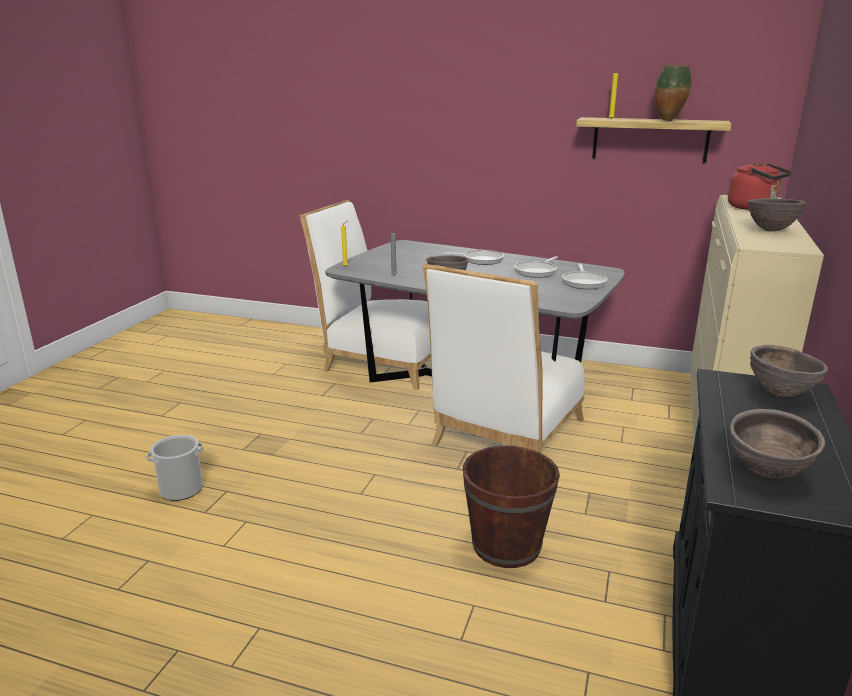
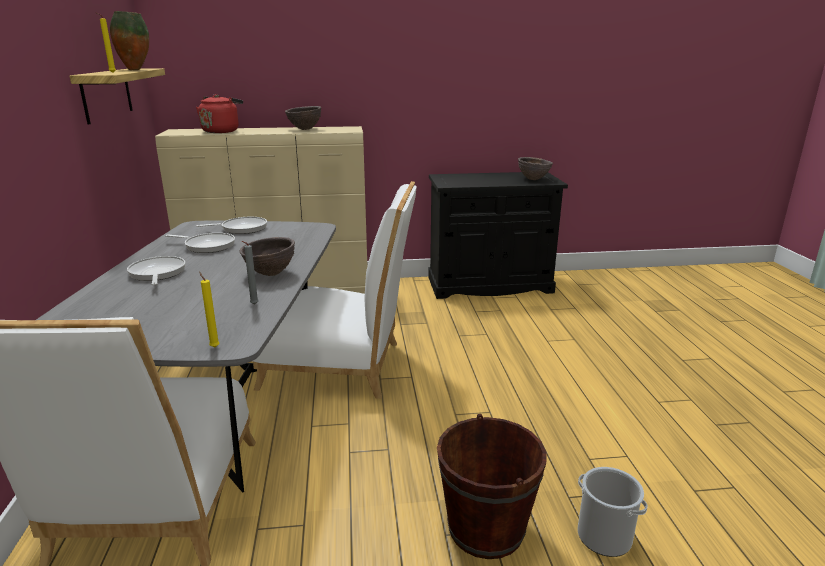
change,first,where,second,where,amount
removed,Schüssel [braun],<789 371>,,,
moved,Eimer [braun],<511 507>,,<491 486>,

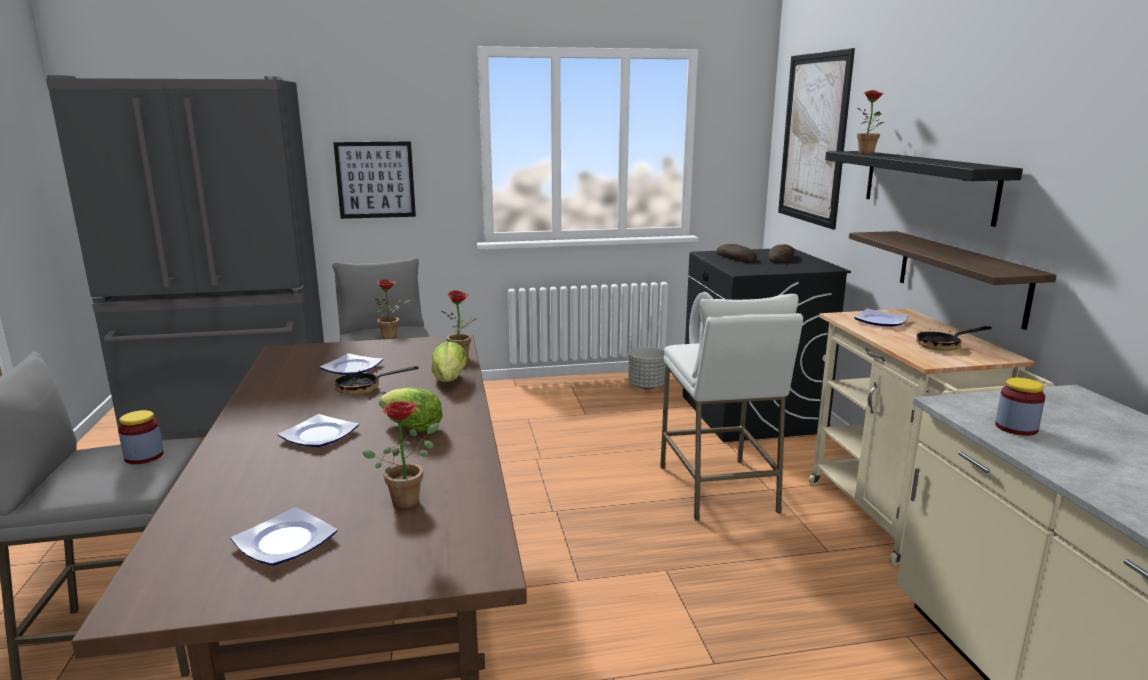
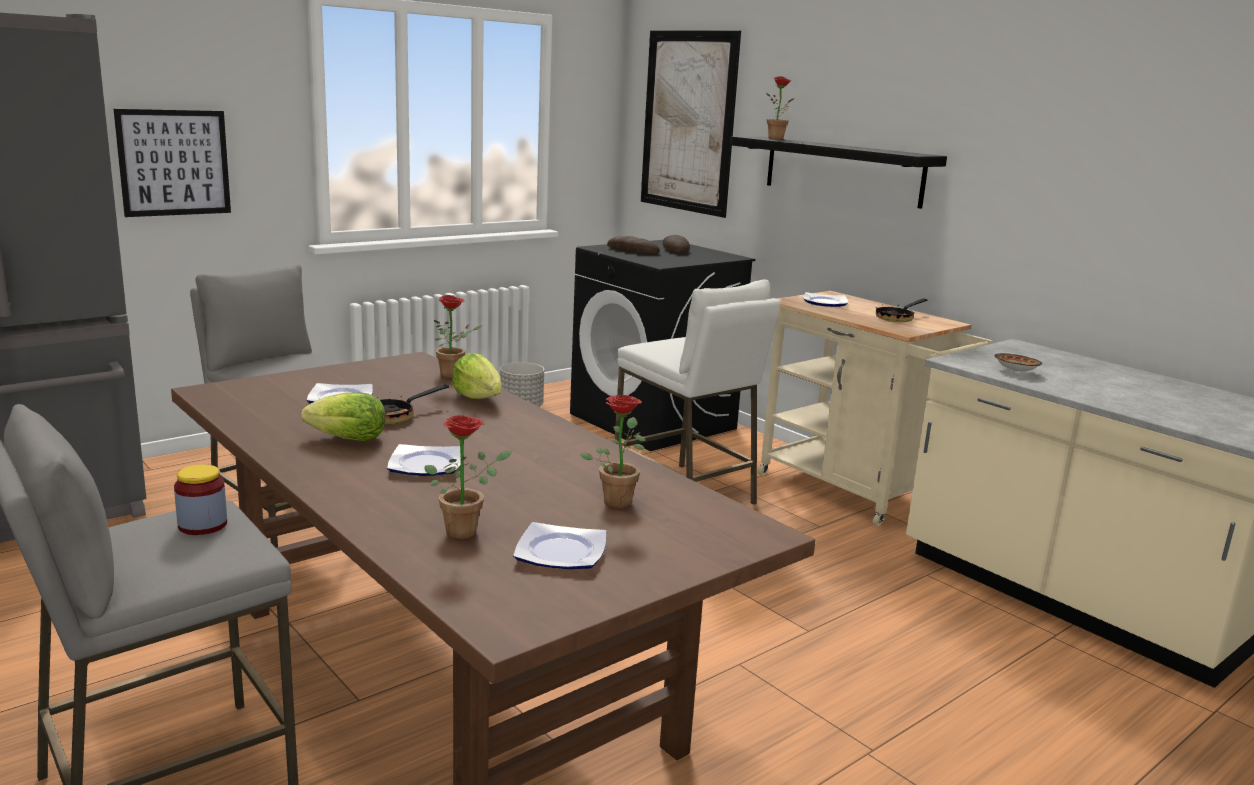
change,first,where,second,where,amount
removed,Wandregal,<953 280>,,,
moved,Topfpflanze,<392 309>,,<468 477>,
moved,Salatkopf,<411 409>,,<343 416>,
replaced,Vorratsglas,<1020 407>,Schüssel,<1018 362>,

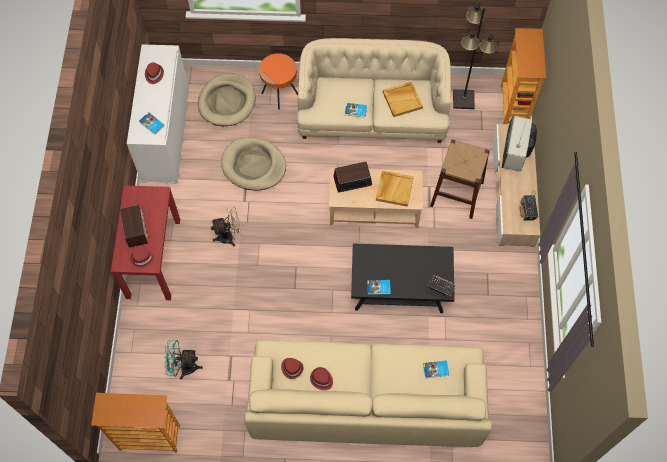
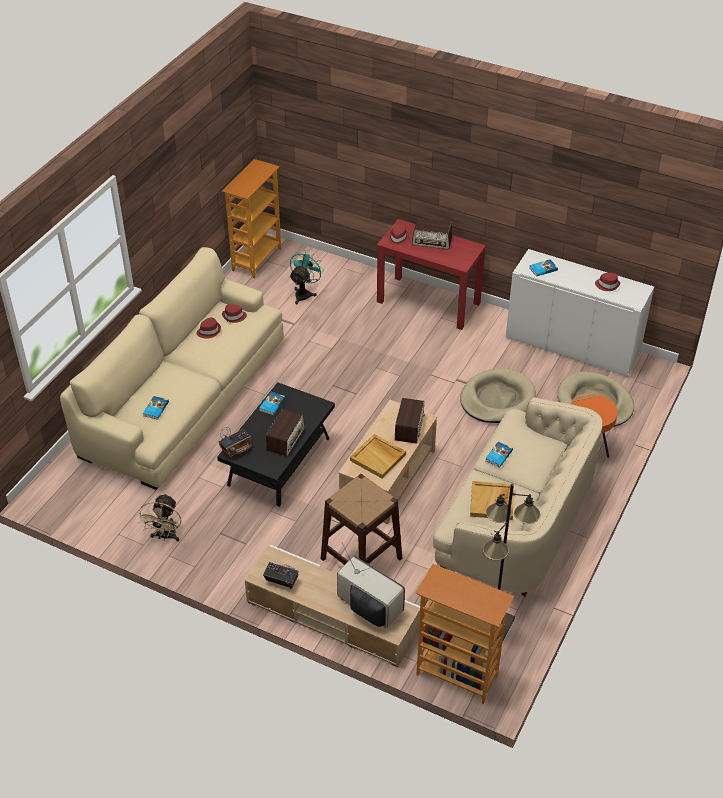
change,first,where,second,where,amount
added,,,Radio,<285 433>,
moved,Ventilator [beige],<226 226>,,<159 517>,

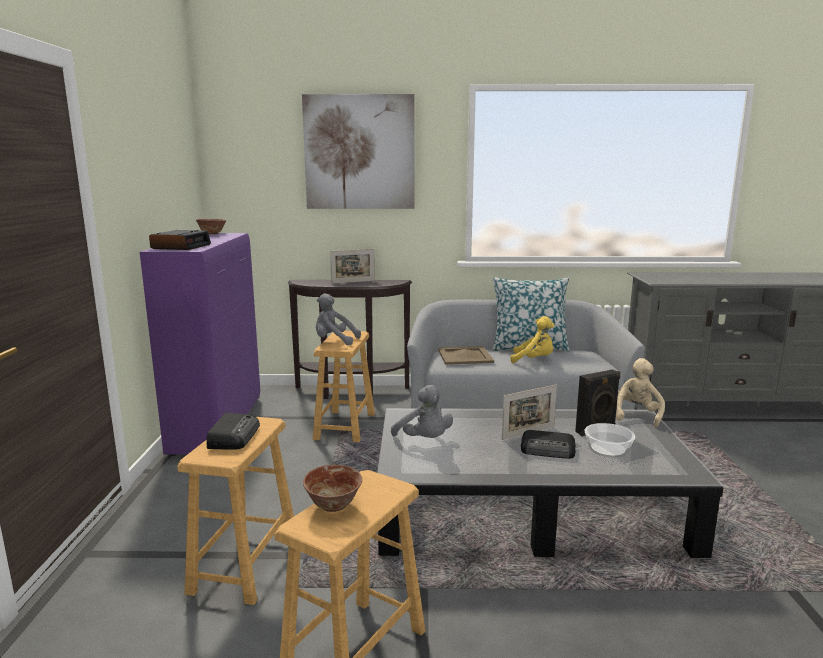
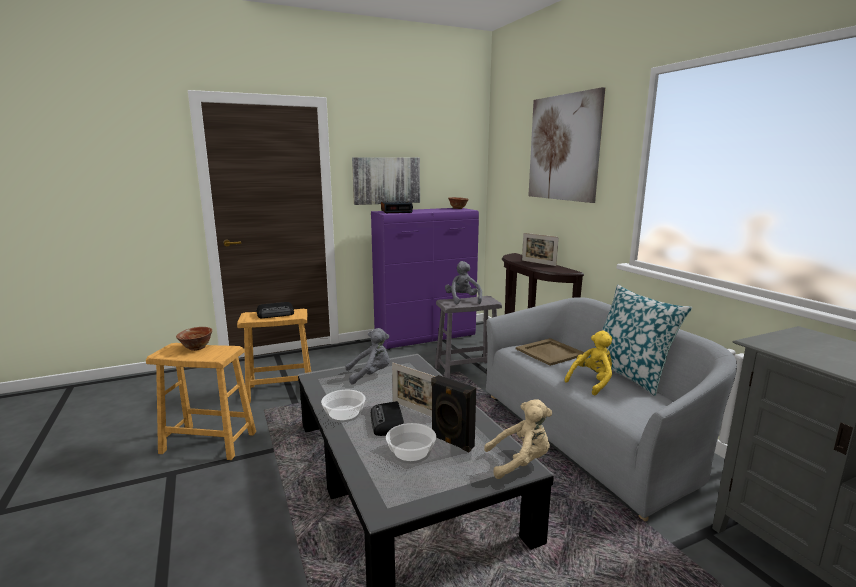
change,first,where,second,where,amount
added,,,Schüssel,<343 406>,
added,,,Bild,<386 181>,
recoloured,Hocker [braun],<344 386>,Hocker [grau],<468 337>,
turned,Plüschtier [grau],<422 411>,,<367 356>,135 degrees counterclockwise
turned,Plüschtier [gelb],<533 339>,,<588 363>,120 degrees counterclockwise

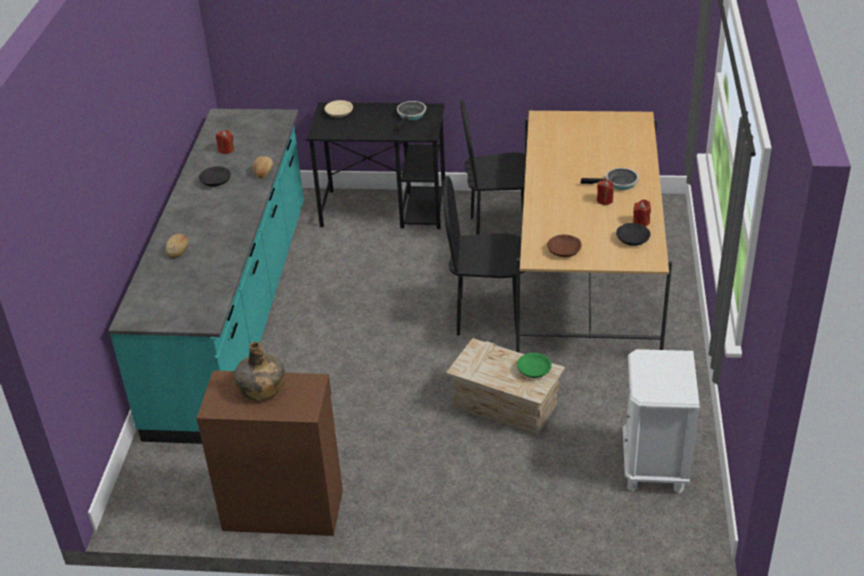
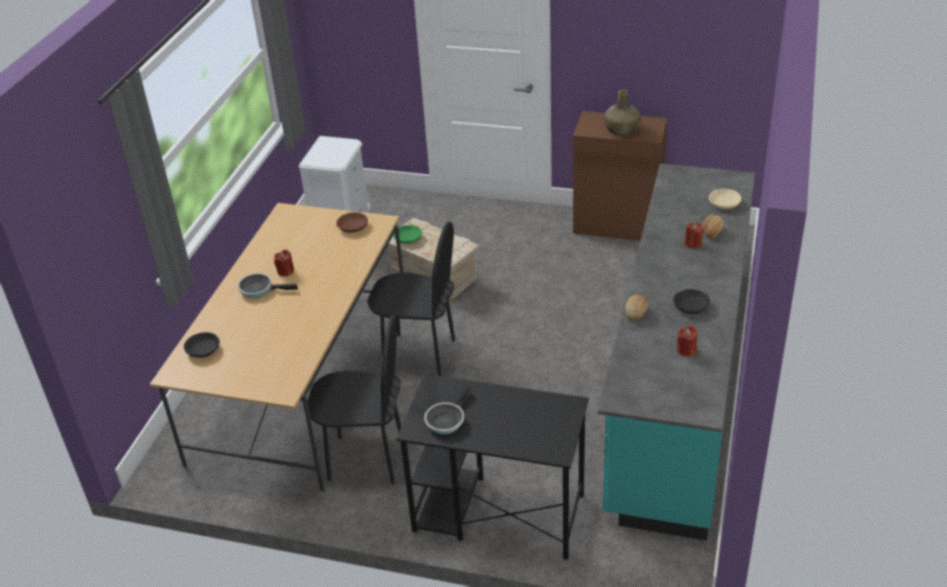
change,first,where,second,where,amount
moved,Schüssel [beige],<339 109>,,<725 199>,
moved,Schüssel [schwarz],<633 234>,,<202 345>,
moved,Kerze [rot],<642 213>,,<694 235>,

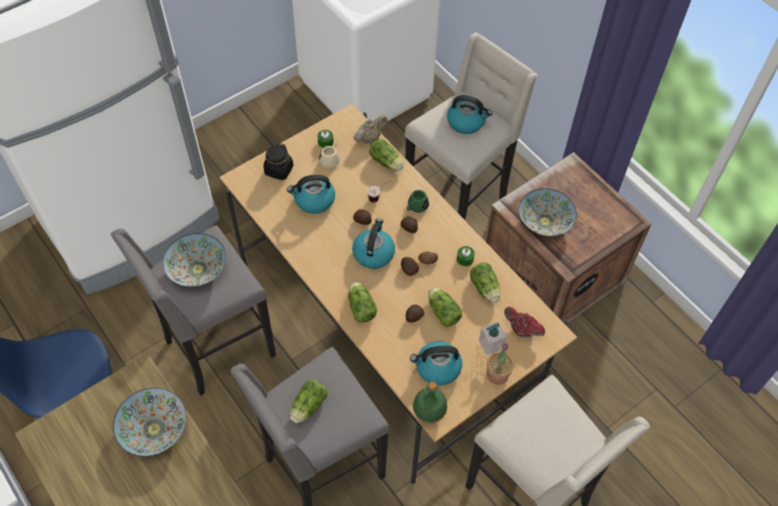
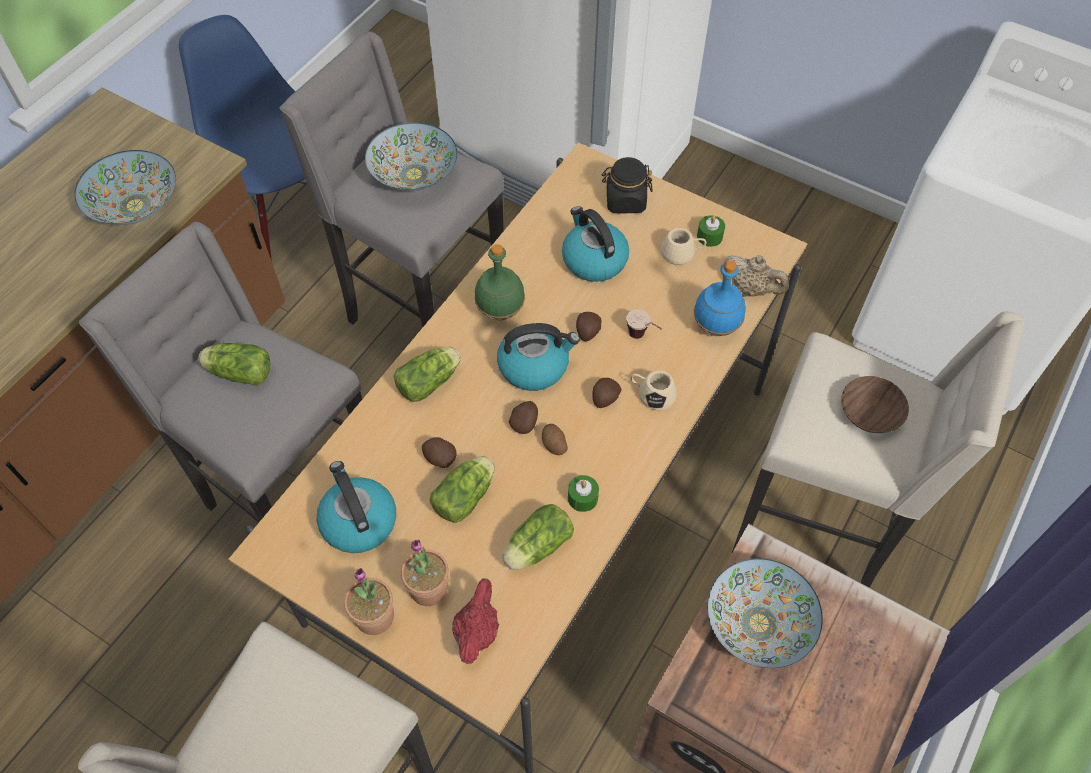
change,first,where,second,where,amount
moved,Flasche [grün],<430 402>,,<500 282>,
replaced,Salatkopf,<386 155>,Flasche [blau],<720 298>,
replaced,Wasserkessel,<470 114>,Schüssel [braun],<875 404>,
replaced,Seifenspender,<492 338>,Topfpflanze,<425 572>,
recoloured,Henkelbecher [grün],<418 201>,Henkelbecher [beige],<654 390>,

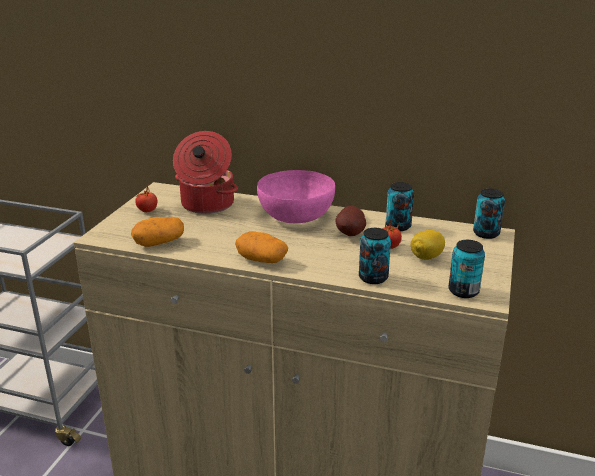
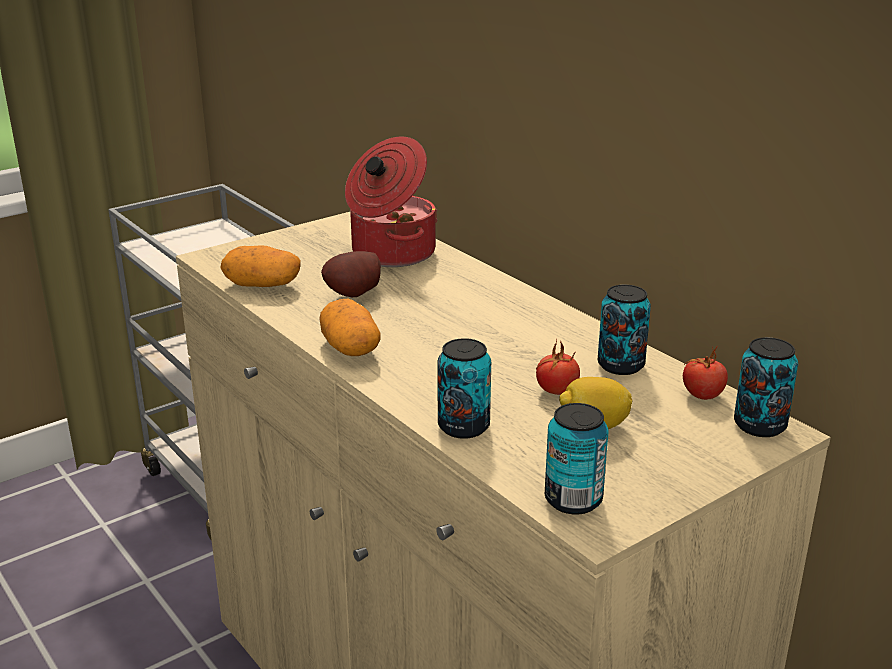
change,first,where,second,where,amount
removed,Schüssel [rosa],<296 196>,,,
moved,Tomate,<146 199>,,<705 372>,
moved,Kartoffel,<351 221>,,<351 274>,

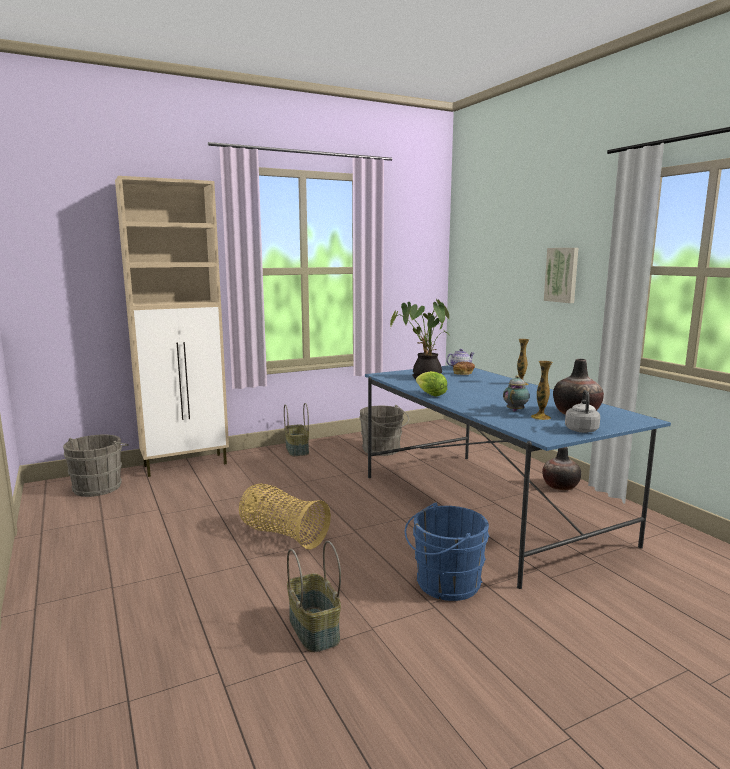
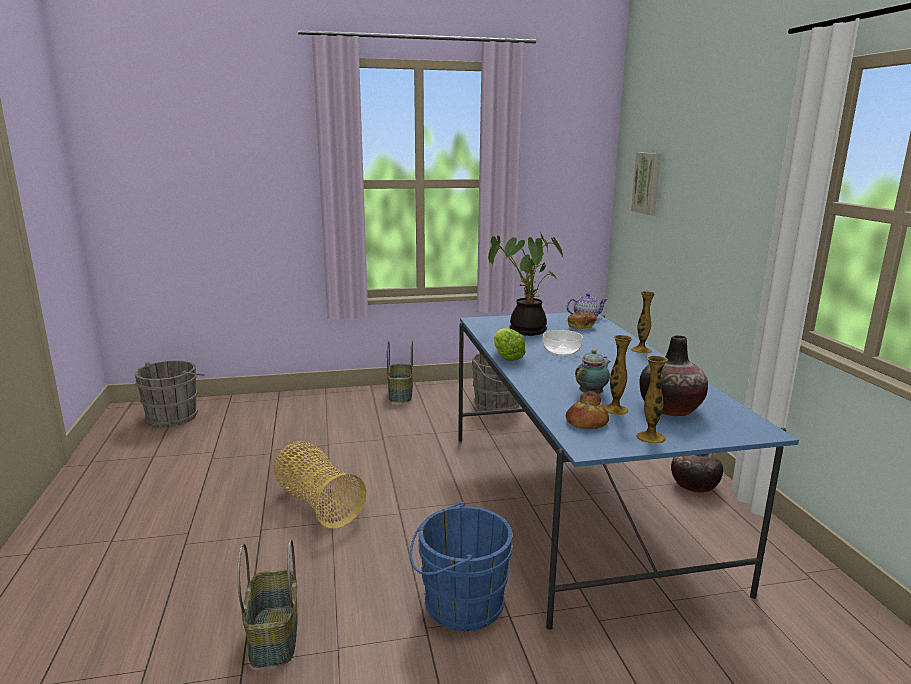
change,first,where,second,where,amount
removed,Schrank [beige],<172 326>,,,
added,,,Schüssel,<563 343>,
added,,,Brot,<587 410>,
moved,Bild,<561 275>,,<646 183>,
replaced,Wasserkessel [grau],<582 411>,Vase,<652 399>,

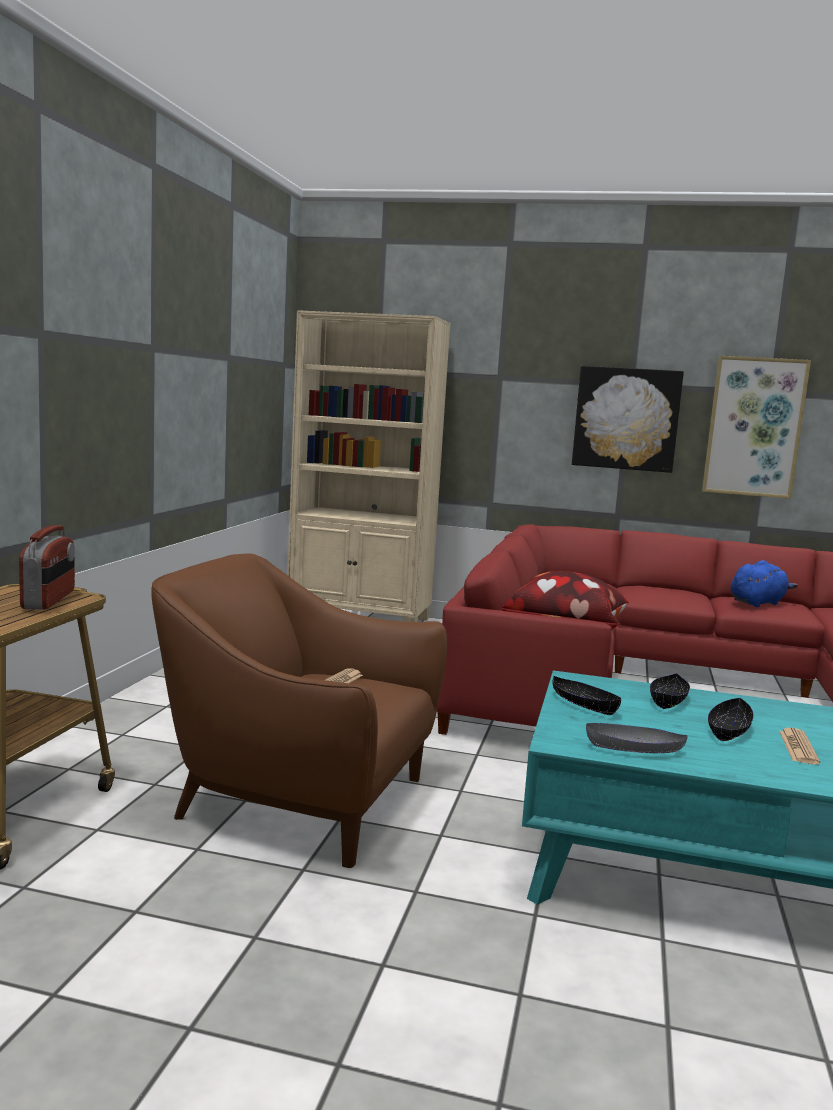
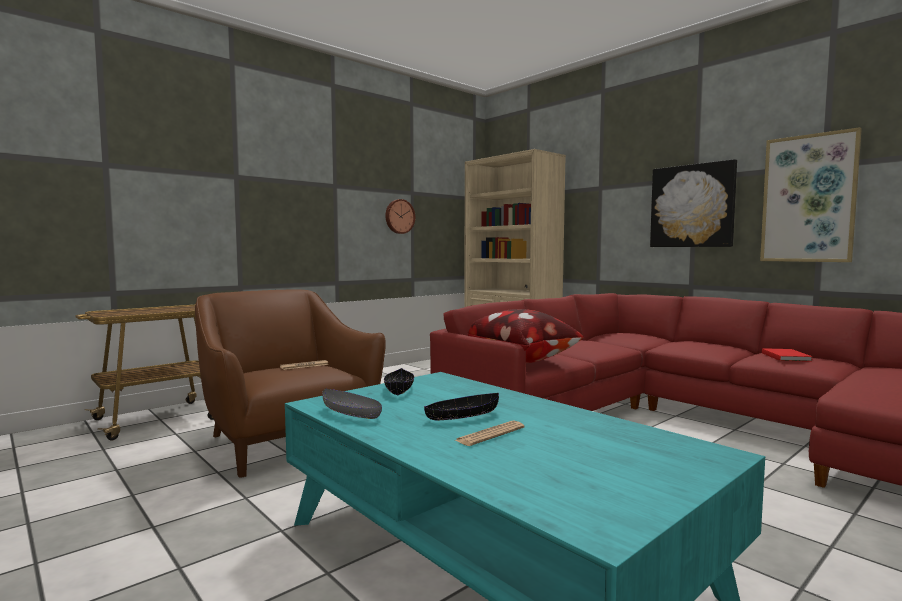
change,first,where,second,where,amount
removed,Radio,<47 567>,,,
removed,Schüssel [schwarz],<670 691>,,,
added,,,Wanduhr,<400 216>,
replaced,Plüschtier [blau],<764 583>,Buch [rot],<787 355>,

